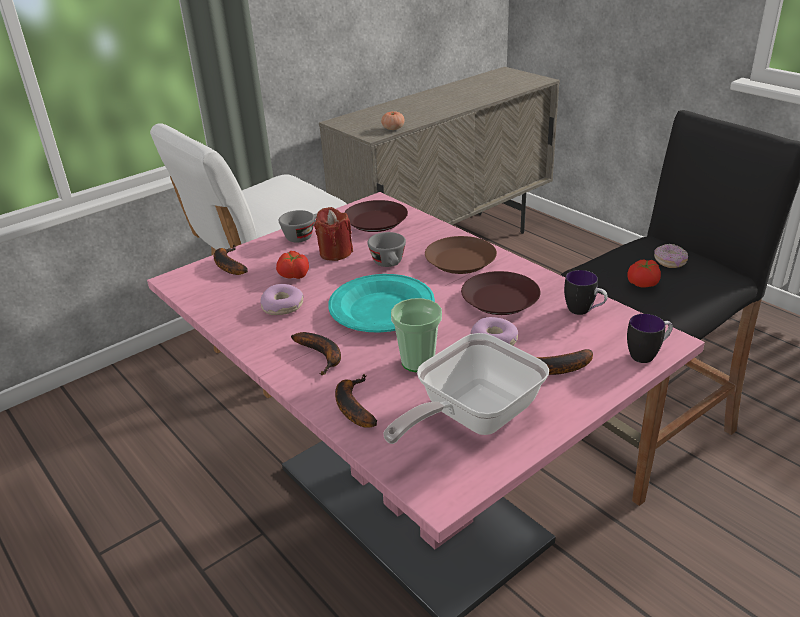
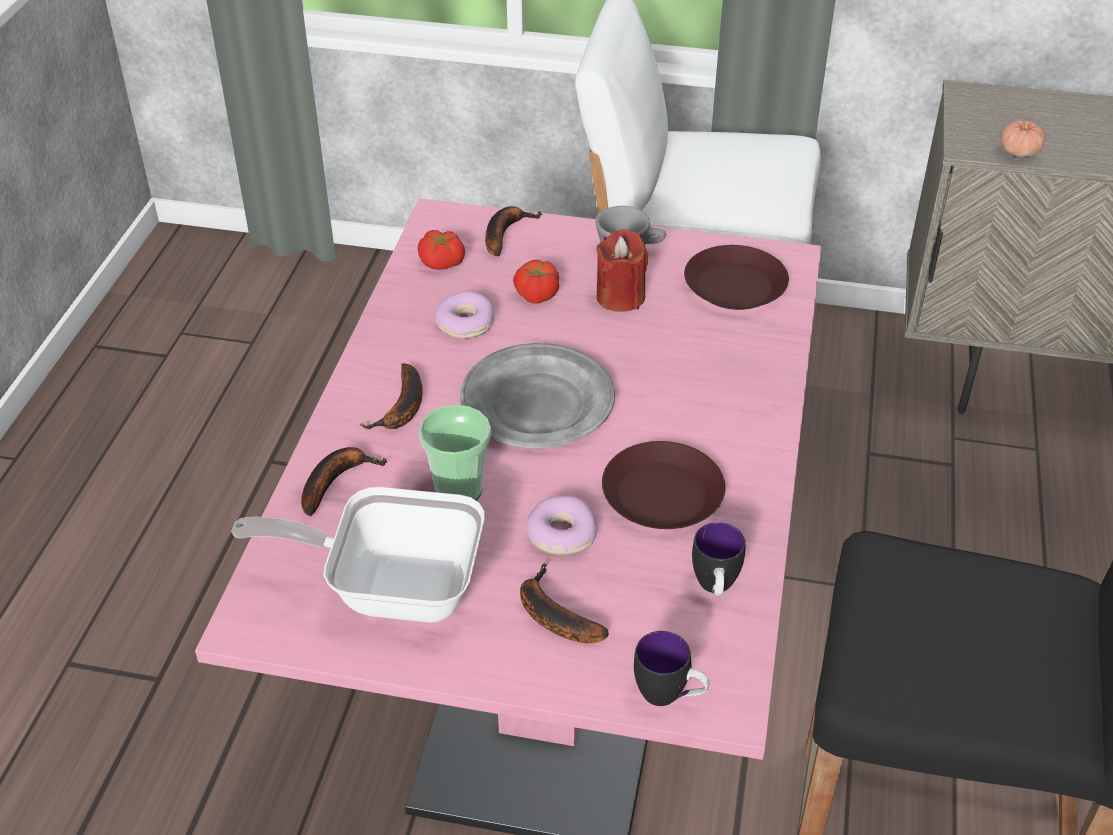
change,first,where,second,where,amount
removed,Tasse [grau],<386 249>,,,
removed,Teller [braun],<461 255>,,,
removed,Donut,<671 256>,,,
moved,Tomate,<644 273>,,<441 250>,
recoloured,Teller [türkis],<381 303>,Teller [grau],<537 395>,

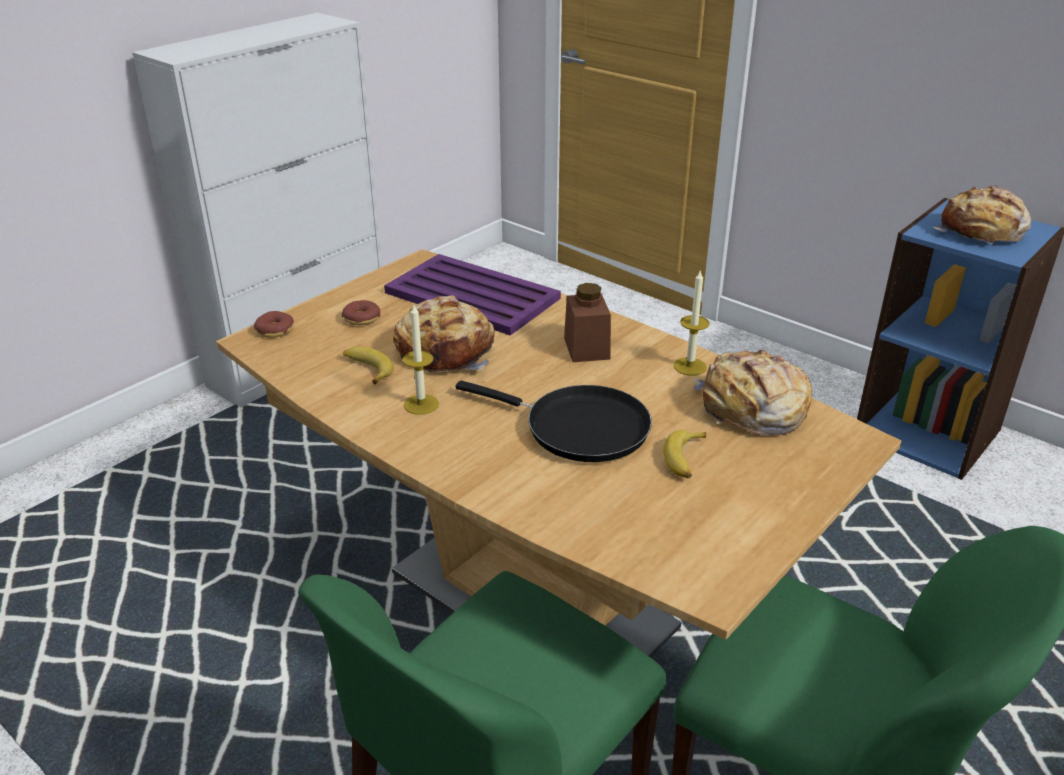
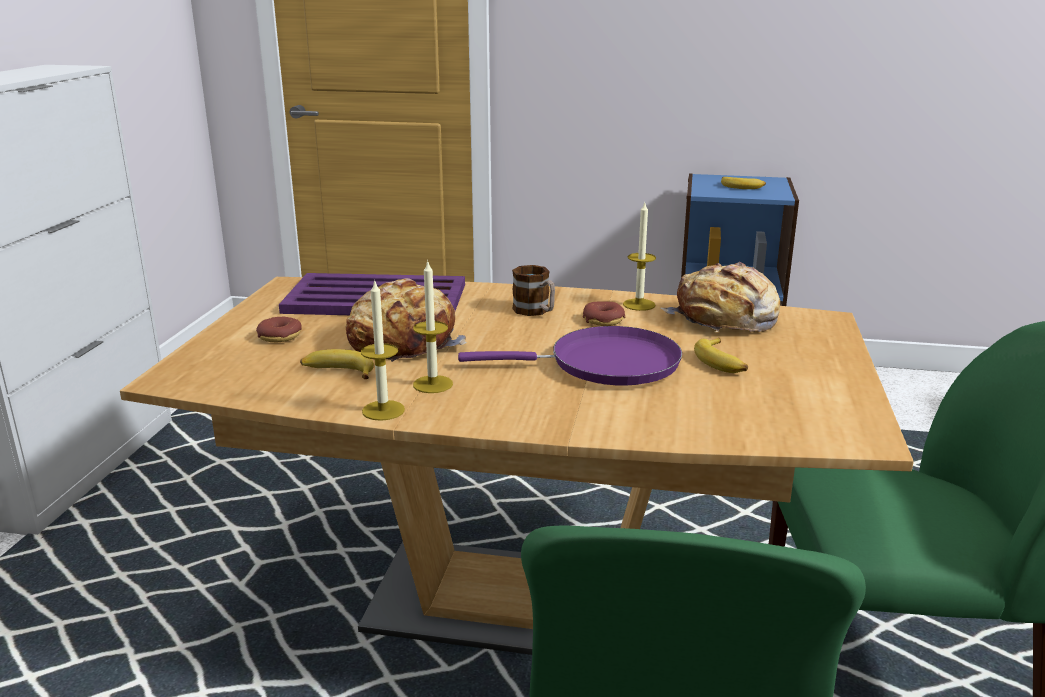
change,first,where,second,where,amount
added,,,Kerze,<383 350>,
moved,Donut,<274 324>,,<604 314>,
replaced,Vorratsglas [braun],<587 322>,Henkelbecher,<533 290>,
replaced,Brot,<982 215>,Banane,<743 183>,
recoloured,Pfanne [schwarz],<554 421>,Pfanne [lila],<570 356>,

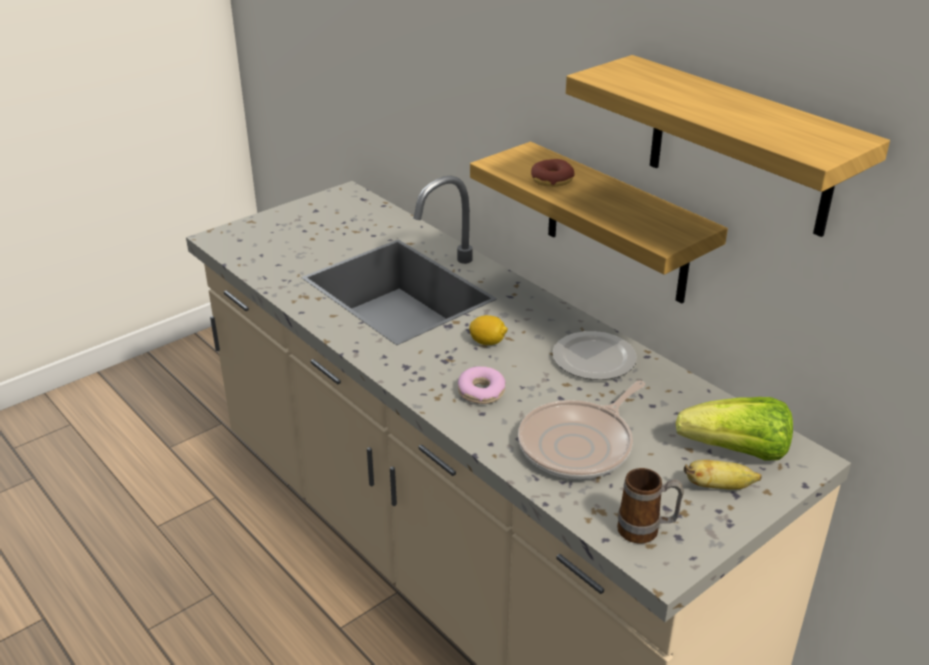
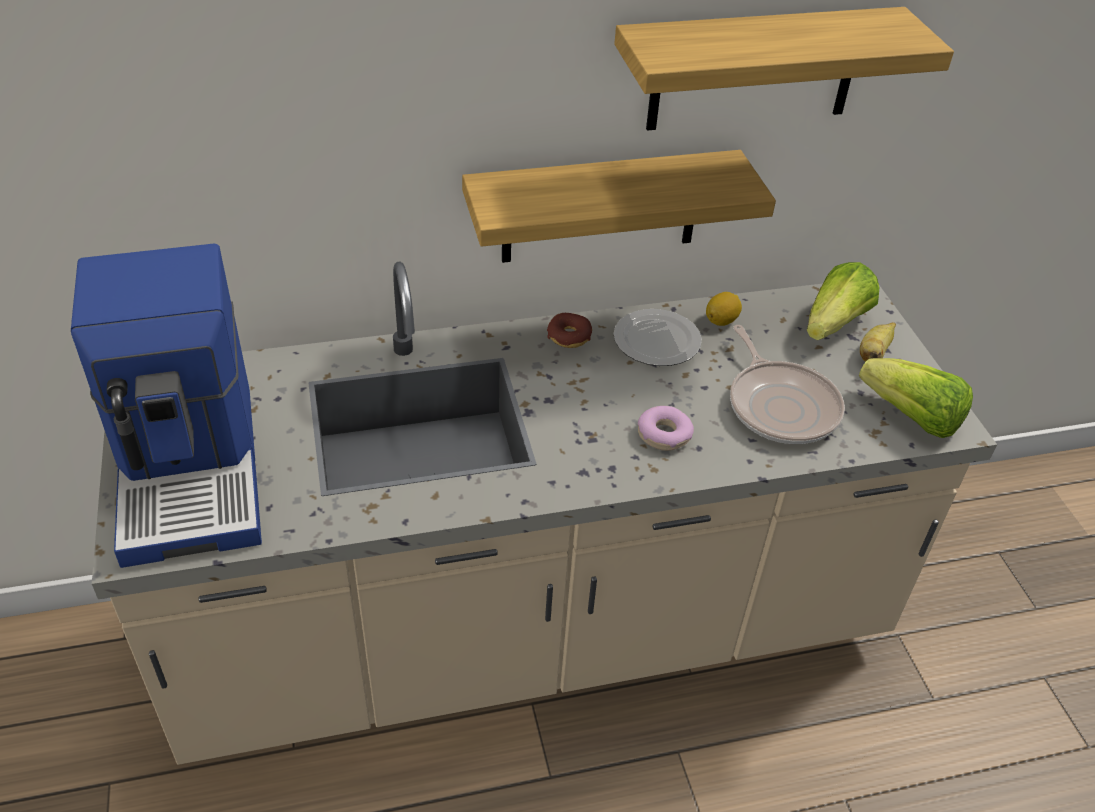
change,first,where,second,where,amount
added,,,Kaffeemaschine,<166 405>,
moved,Zitrone,<488 330>,,<724 309>,
moved,Donut,<553 173>,,<569 330>,
replaced,Henkelbecher,<650 505>,Salatkopf,<916 398>,

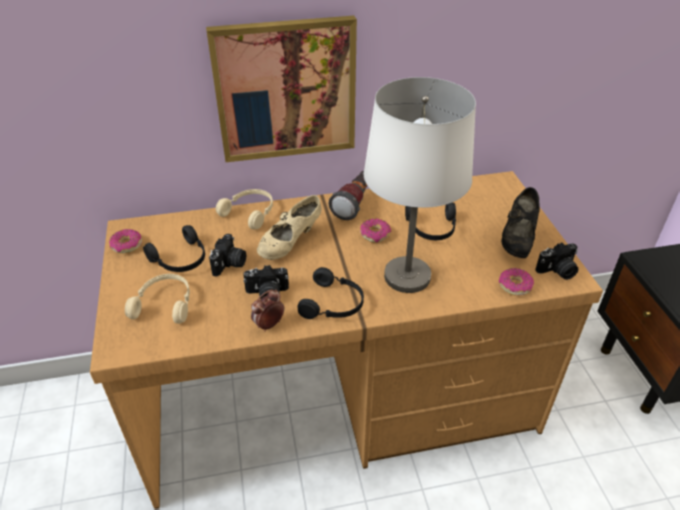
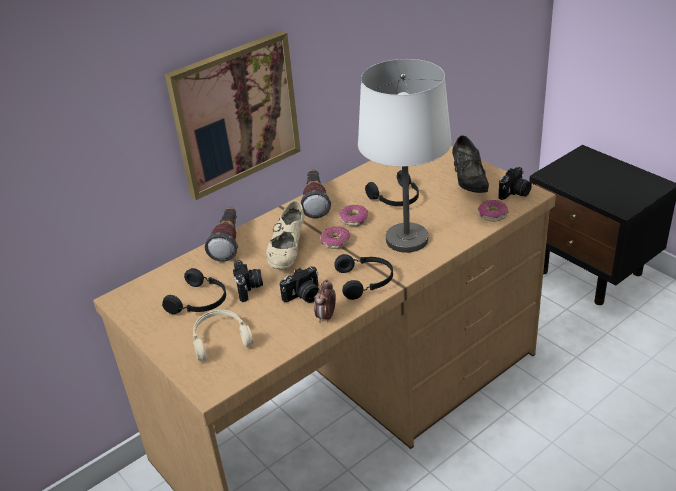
change,first,where,second,where,amount
moved,Donut,<125 241>,,<335 237>,
replaced,Kopfhörer [beige],<244 209>,Taschenlampe,<221 235>,

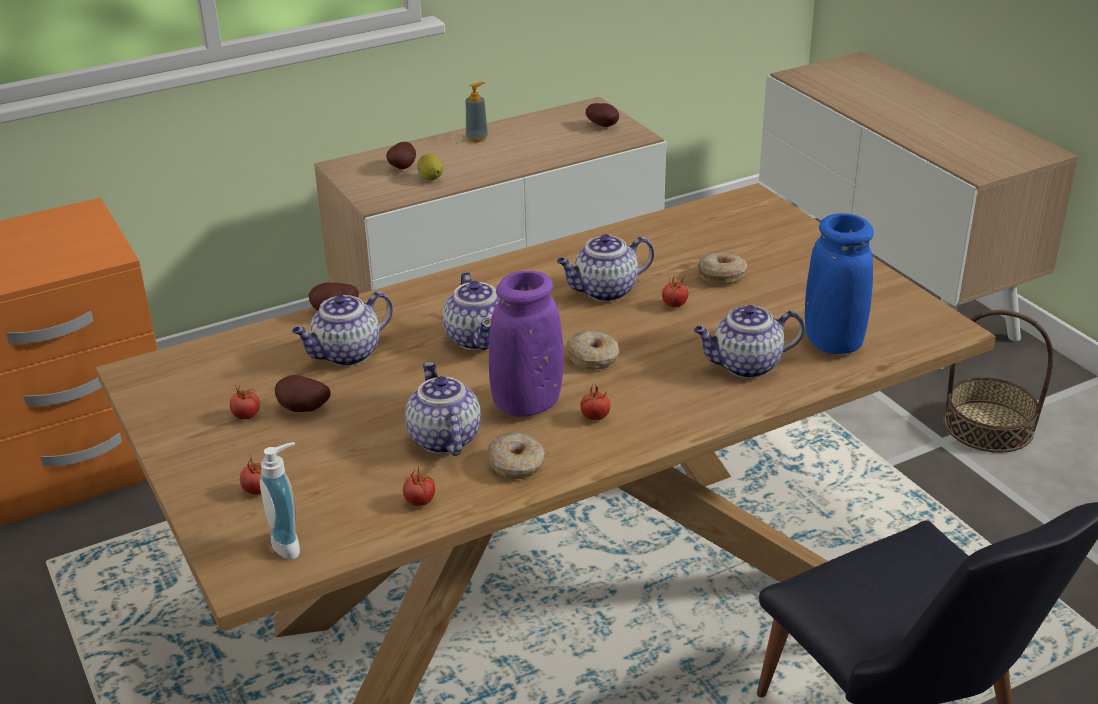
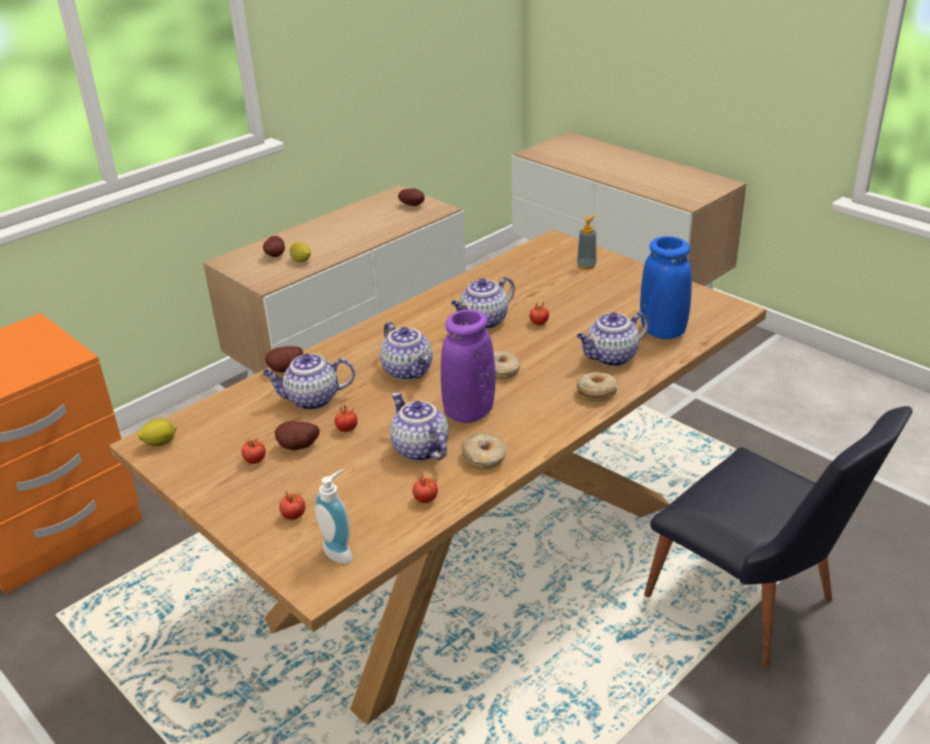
change,first,where,second,where,amount
removed,Korb,<998 381>,,,
added,,,Zitrone,<157 432>,
moved,Seifenspender,<477 112>,,<587 242>,
moved,Tomate,<595 401>,,<346 418>,
moved,Donut,<722 269>,,<597 387>,
turned,Teekanne,<342 329>,,<308 382>,45 degrees clockwise

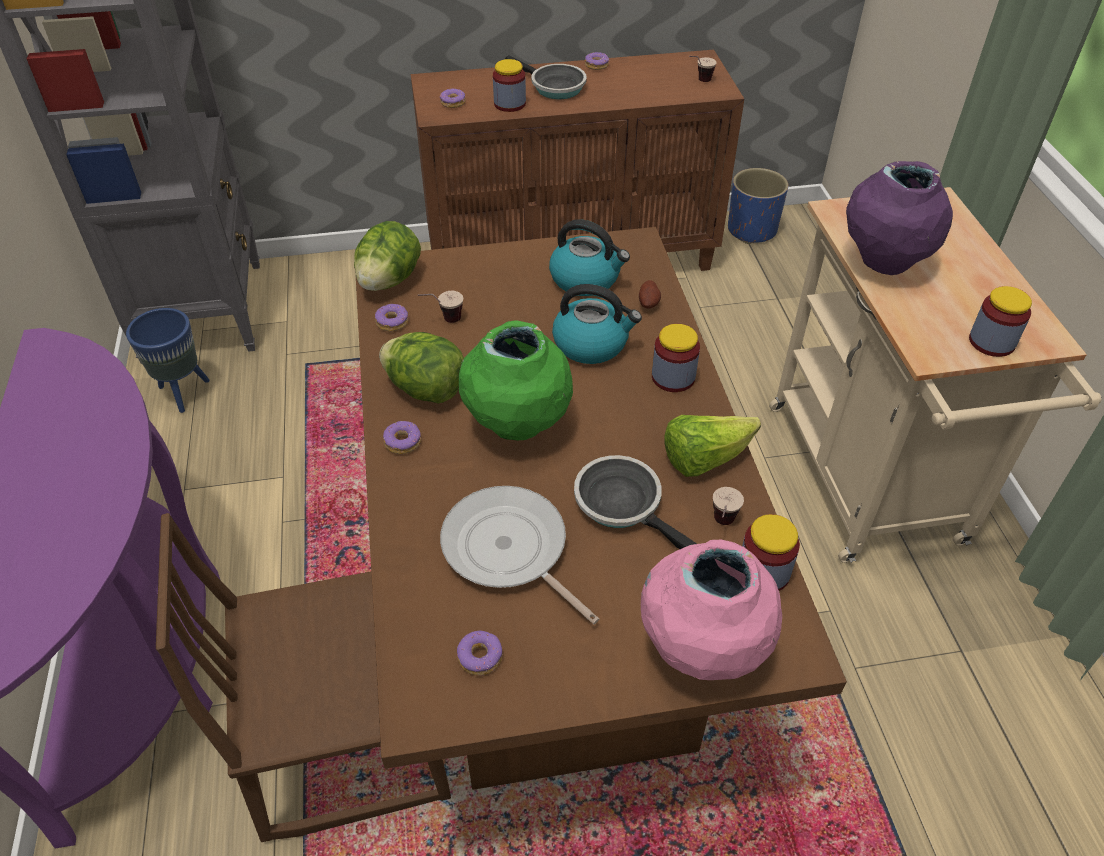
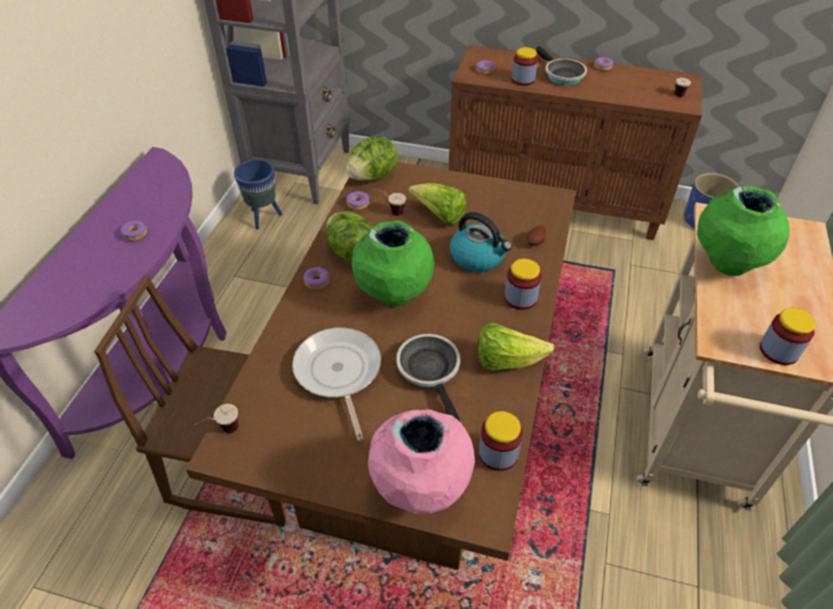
change,first,where,second,where,amount
removed,Wasserkessel,<589 257>,,,
added,,,Salatkopf,<437 204>,
moved,Donut,<479 652>,,<134 231>,
moved,Tasse,<728 506>,,<216 418>,
recoloured,Vase [lila],<899 218>,Vase [grün],<743 231>,

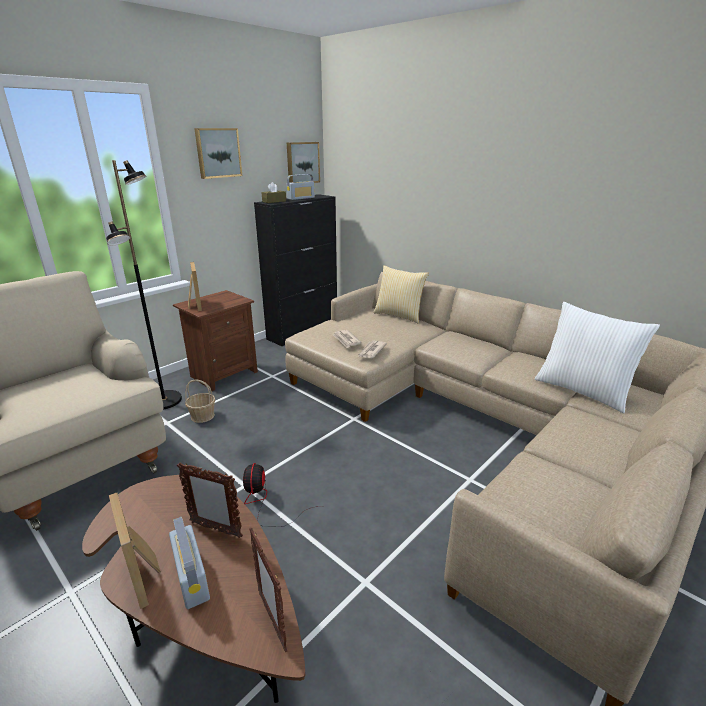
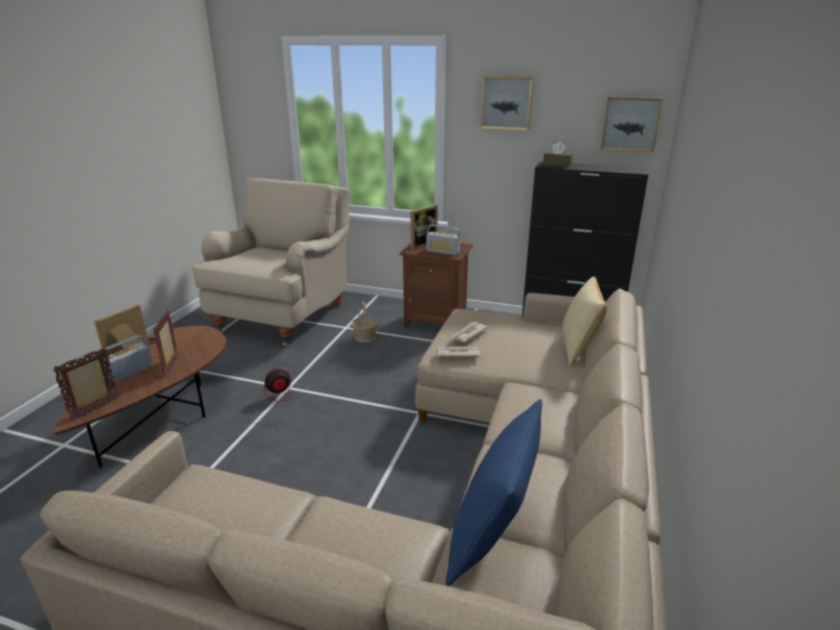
change,first,where,second,where,amount
removed,Stehlampe [schwarz],<144 285>,,,
moved,Radio,<300 187>,,<443 240>,
recoloured,Kissen [weiß],<597 357>,Kissen [blau],<494 492>,

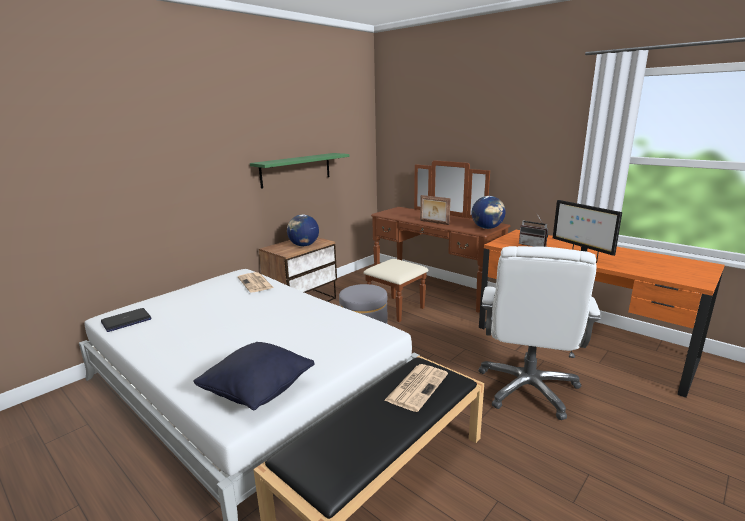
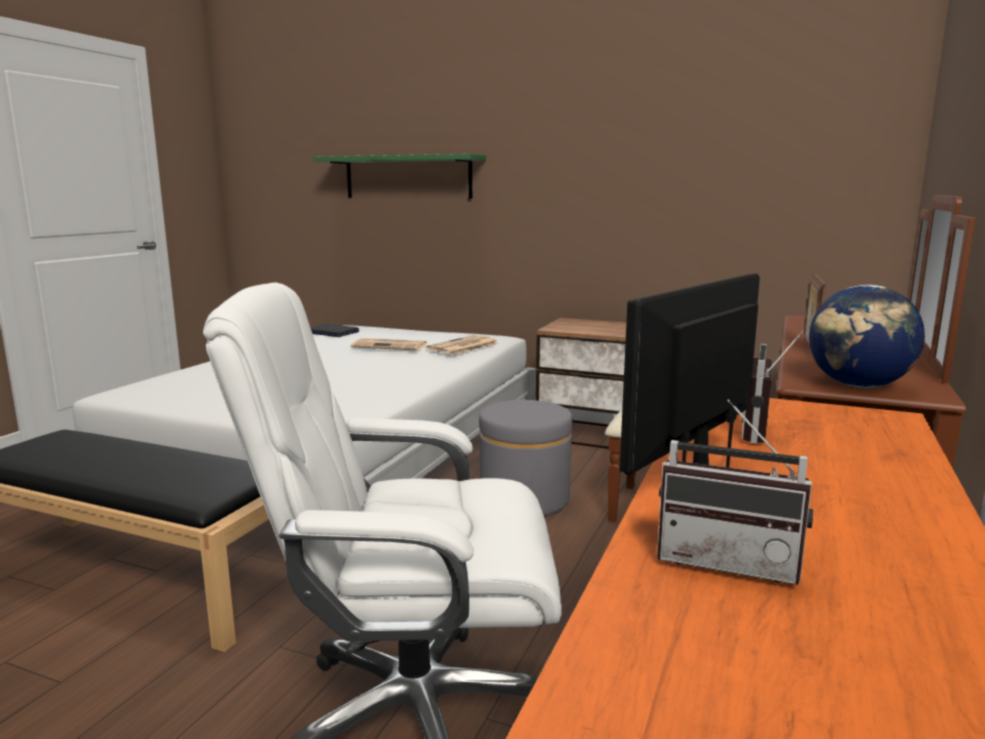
change,first,where,second,where,amount
removed,Kissen [schwarz],<254 376>,,,
removed,Globus,<303 230>,,,
added,,,Radio,<735 492>,
moved,Wandregal [grün],<299 171>,,<399 176>,
moved,Zeitung,<416 388>,,<389 344>,

